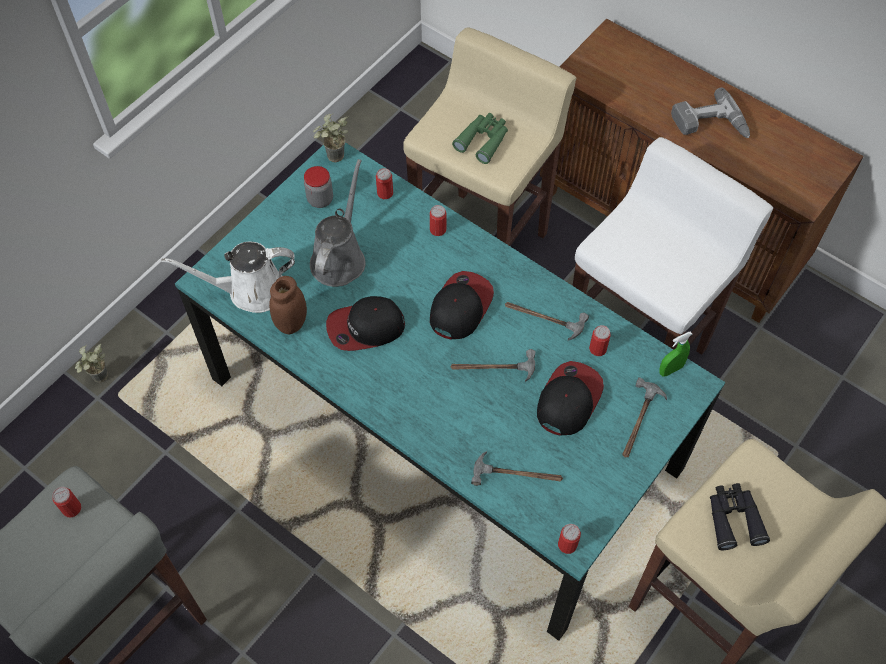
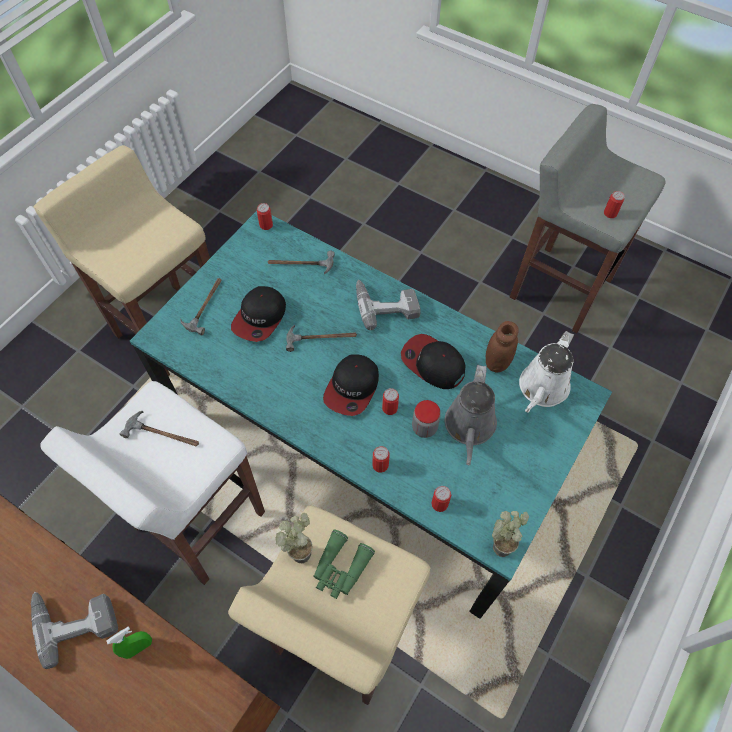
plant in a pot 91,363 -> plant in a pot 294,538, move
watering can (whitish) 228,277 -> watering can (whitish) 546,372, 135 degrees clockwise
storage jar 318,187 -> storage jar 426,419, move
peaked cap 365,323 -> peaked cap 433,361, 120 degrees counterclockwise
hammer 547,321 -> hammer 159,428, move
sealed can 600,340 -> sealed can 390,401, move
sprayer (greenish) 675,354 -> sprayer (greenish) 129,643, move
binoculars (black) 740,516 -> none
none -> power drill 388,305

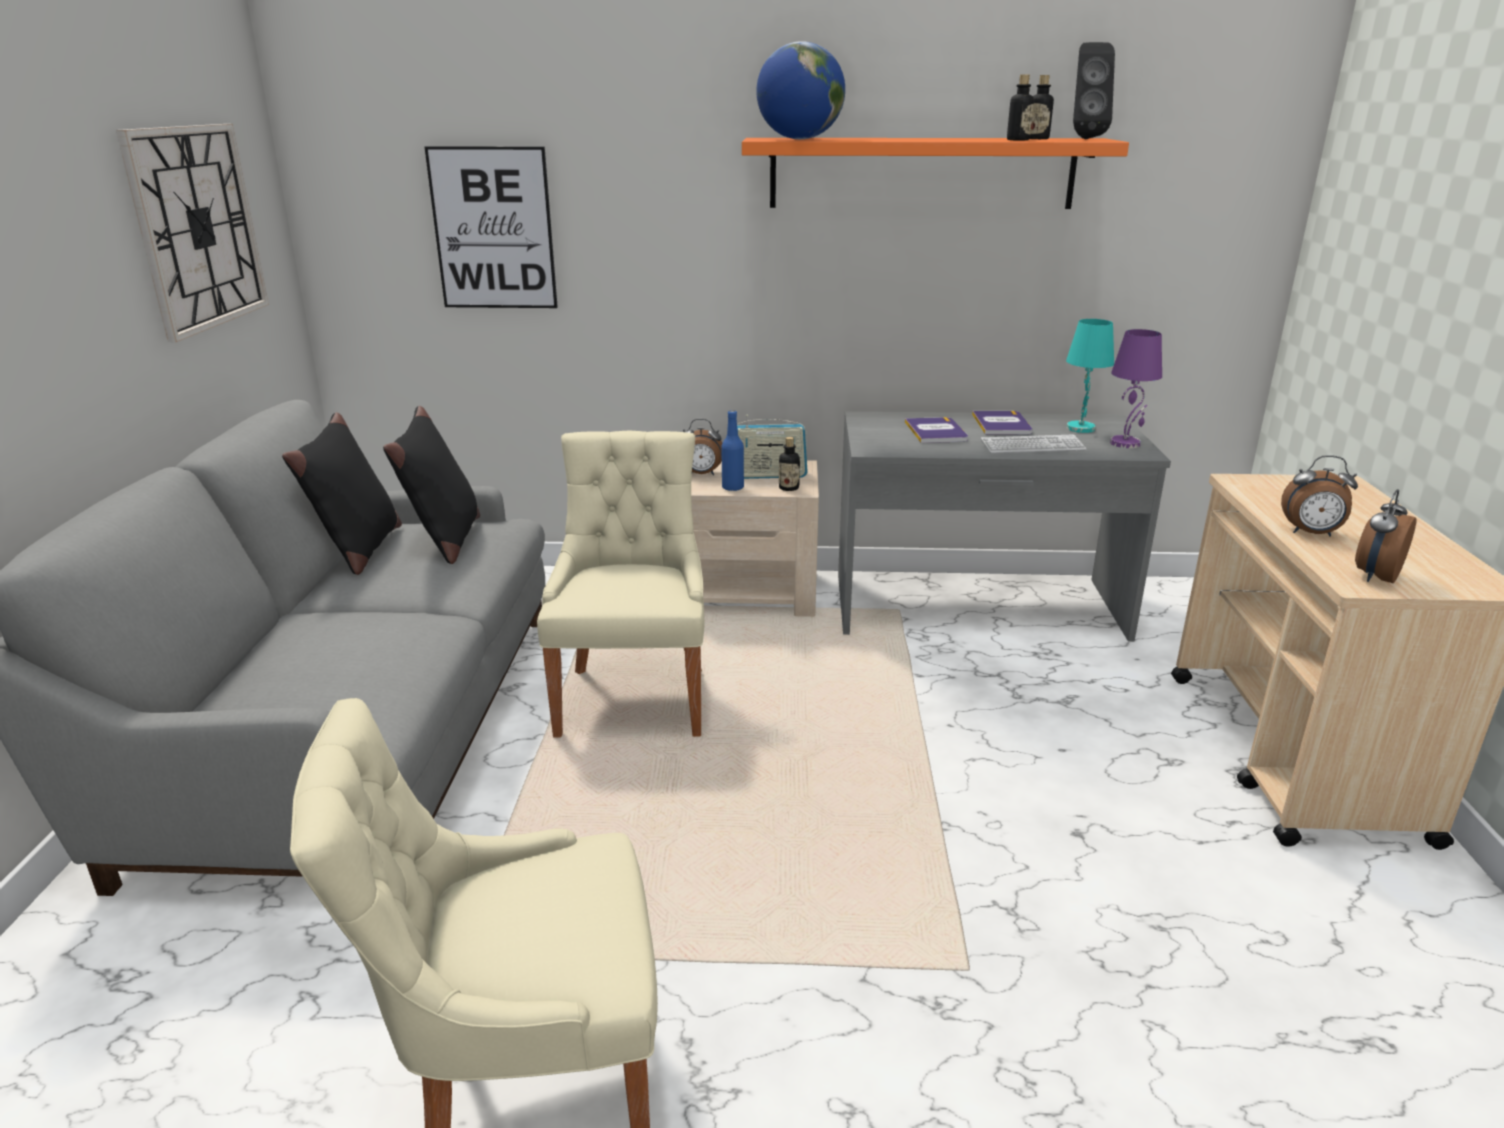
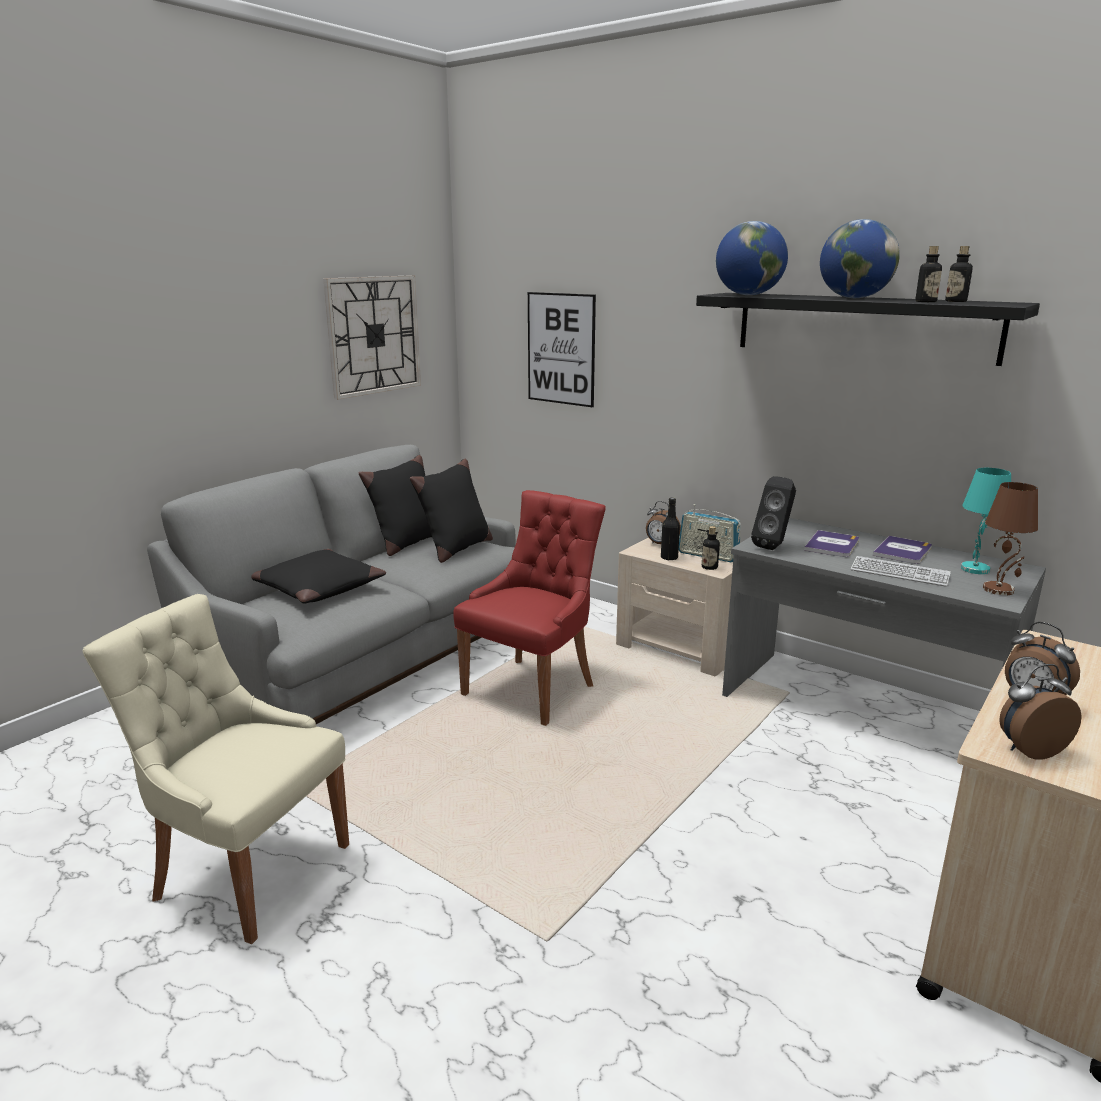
chair (beige-coloured) 621,584 -> chair (red-coloured) 529,608
drink bottle (bluish) 732,450 -> drink bottle (black) 670,529
wall shelf (orangey) 935,173 -> wall shelf (black) 868,329
speaker (black) 1094,90 -> speaker (black) 773,513, move
tabletop lamp (purple) 1136,388 -> tabletop lamp (brownish) 1010,539
none -> cushion (black) 318,576
none -> globe 860,258

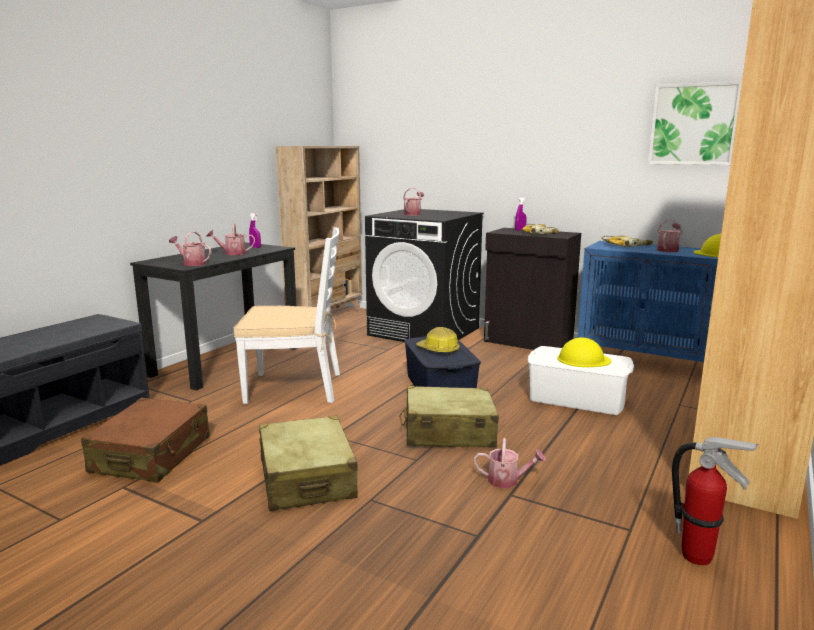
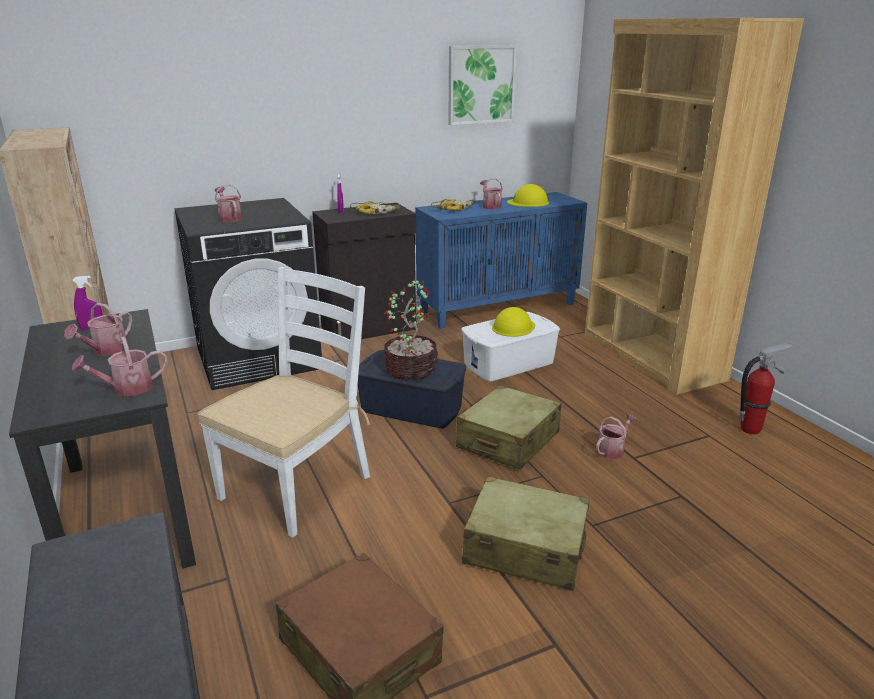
hard hat 438,340 -> plant in a pot 411,330

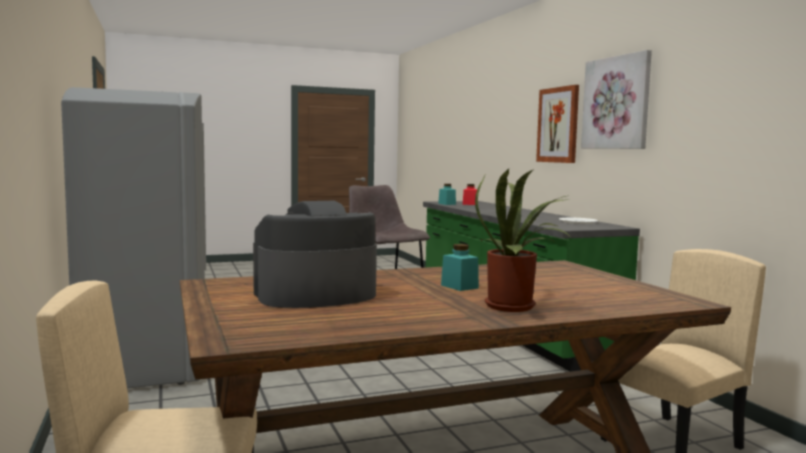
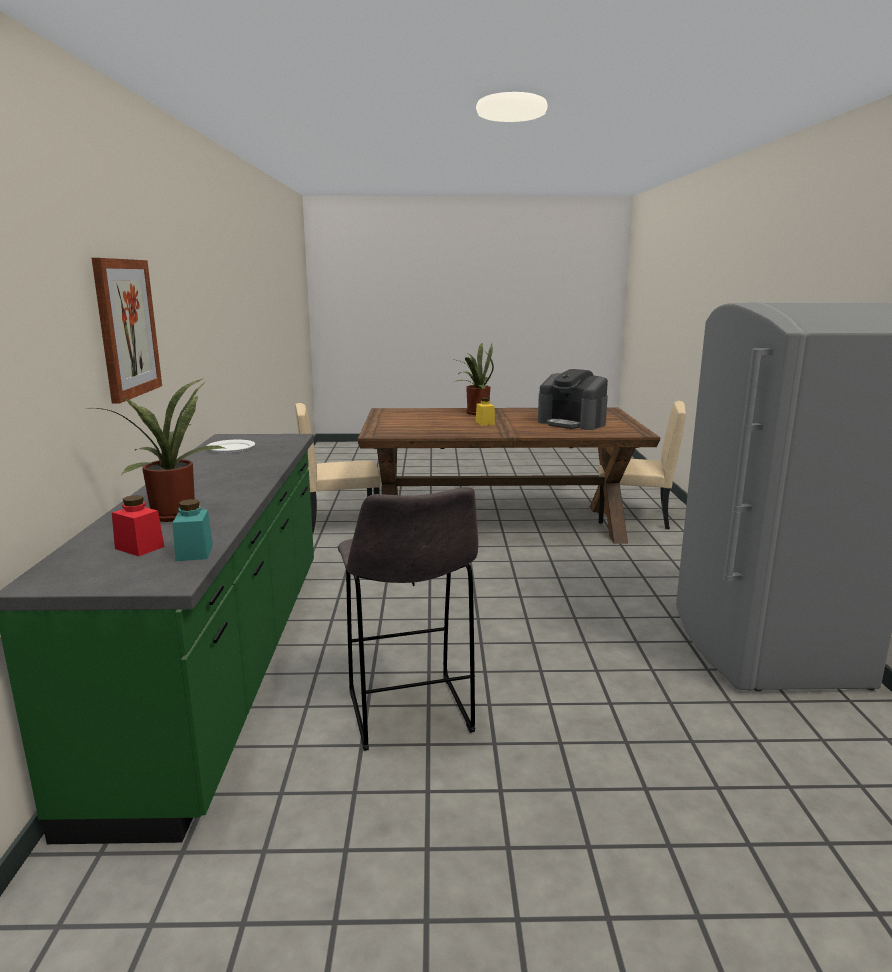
coffee maker 315,254 -> coffee maker 573,399, 45 degrees clockwise
storage jar (turquoise-coloured) 460,267 -> storage jar (yellowish) 485,411
picture 616,99 -> none
none -> plant in a pot 159,450

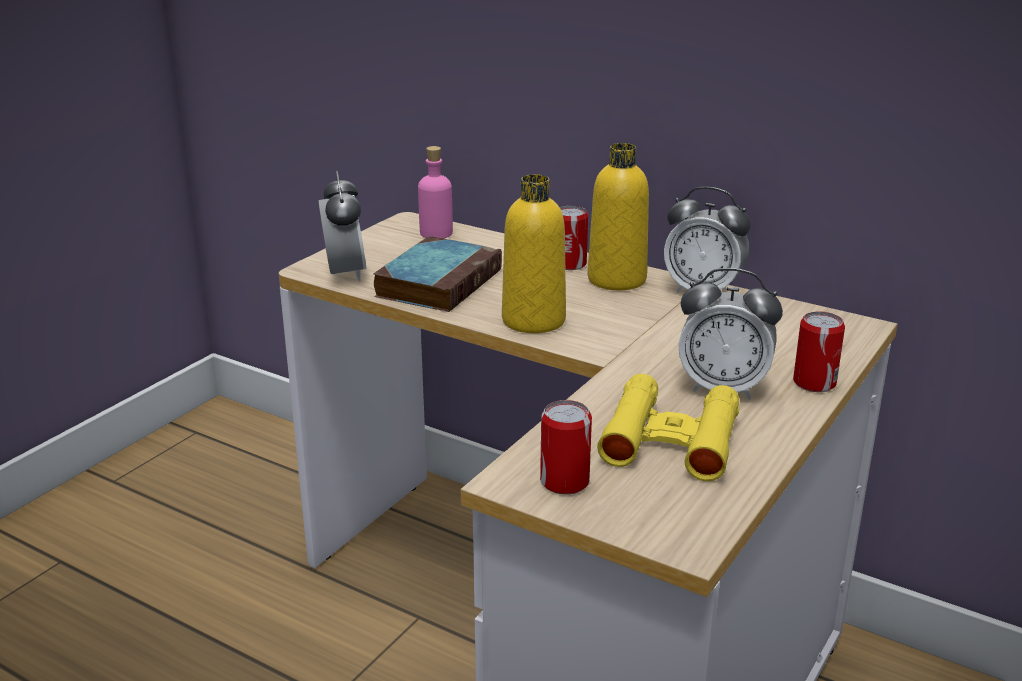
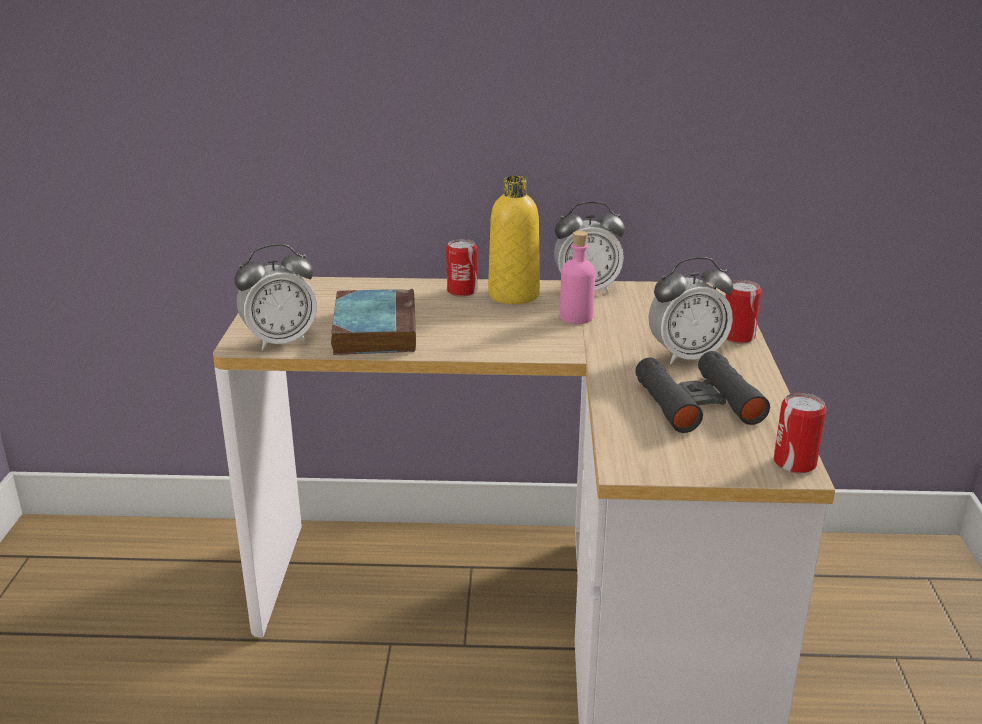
table clock 342,225 -> table clock 275,297, 105 degrees clockwise
drink bottle (pink) 435,192 -> drink bottle (pink) 577,277, move
drink bottle (yellowish) 534,253 -> none
sealed can 566,447 -> sealed can 800,433, move
binoculars (yellowish) 668,427 -> binoculars (black) 702,392

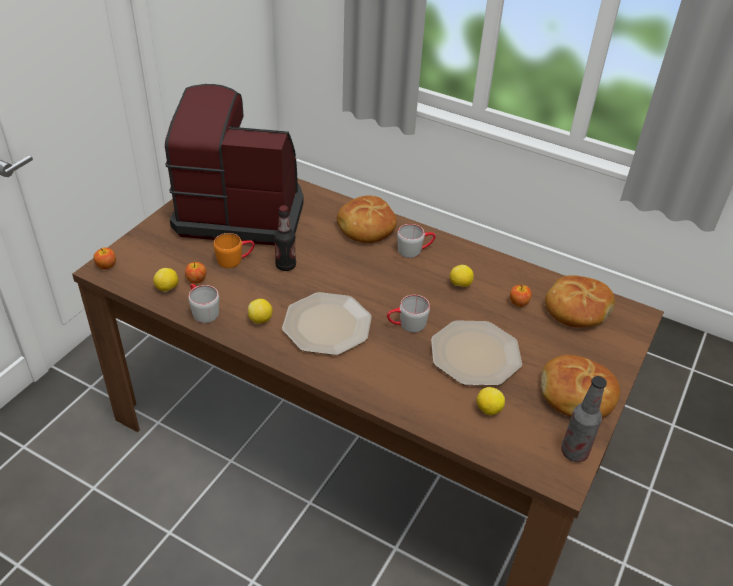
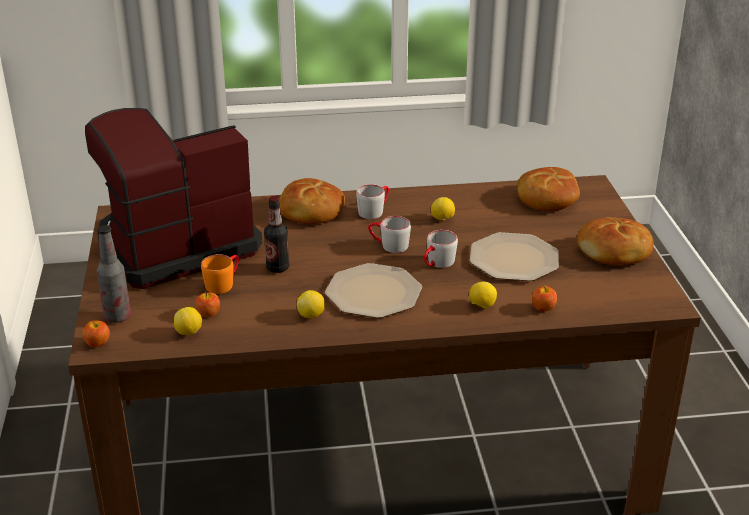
coffee mug (gray) 203,303 -> coffee mug (gray) 389,234, move
lemon 490,401 -> lemon 483,295, move
apple fruit 521,296 -> apple fruit 544,298, move
drink bottle 584,419 -> drink bottle 114,274, move

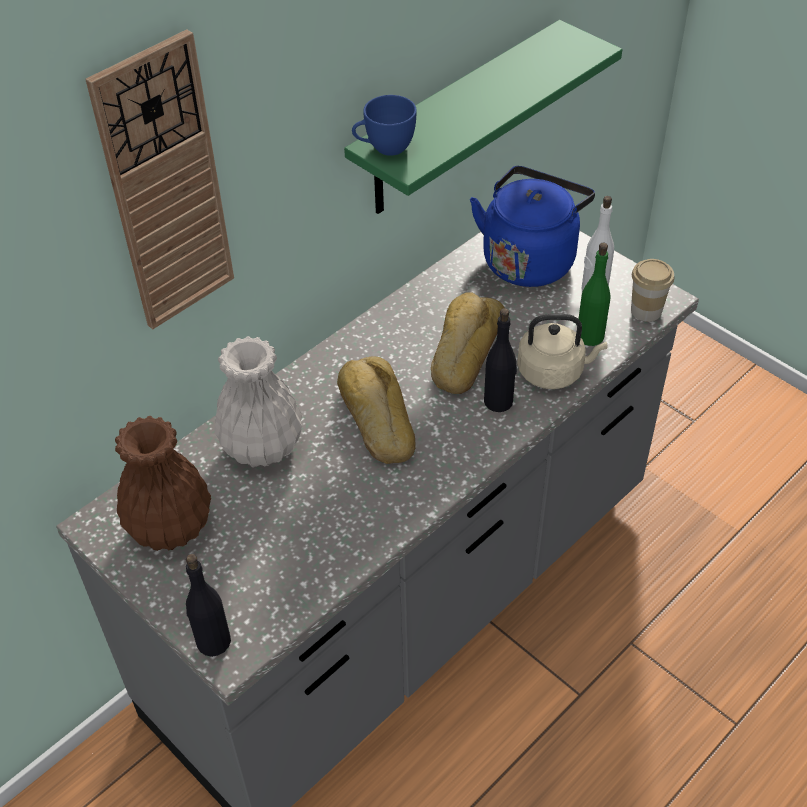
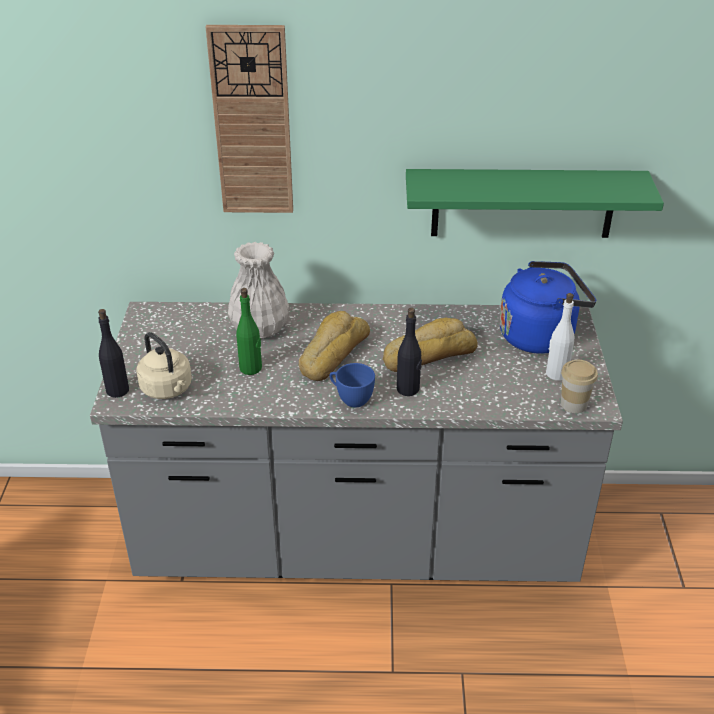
vase (brownish) 163,483 -> none
drinking cup (bluish) 384,125 -> drinking cup (bluish) 352,385, move
tea kettle (beige-coloured) 562,351 -> tea kettle (beige-coloured) 164,365, move
drink bottle (greenish) 594,294 -> drink bottle (greenish) 249,331, move

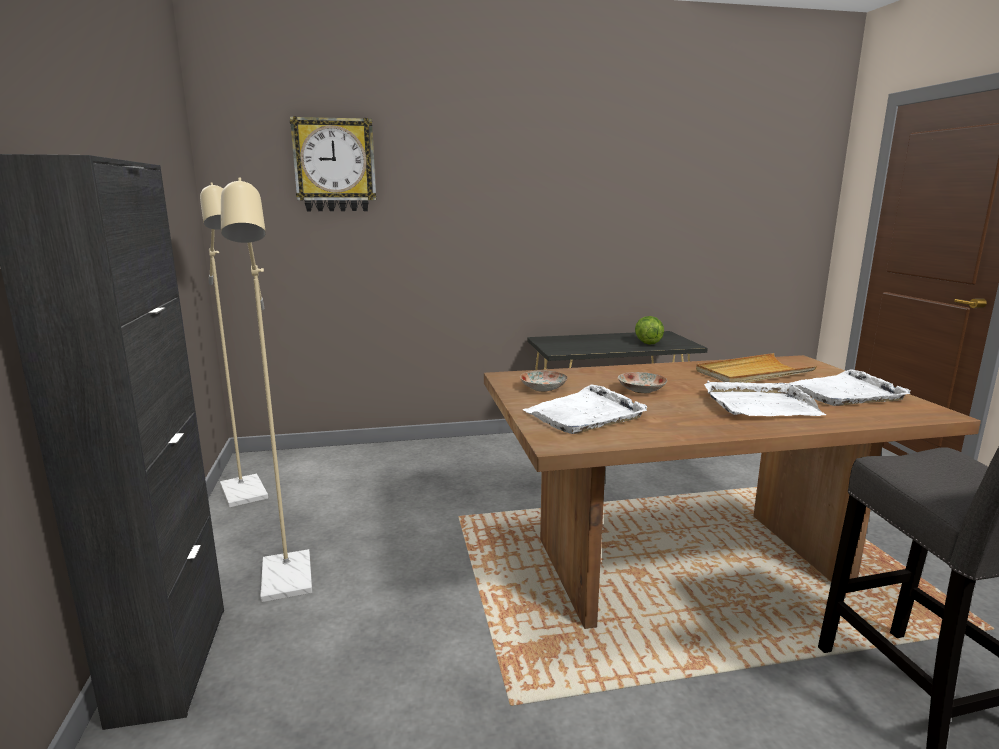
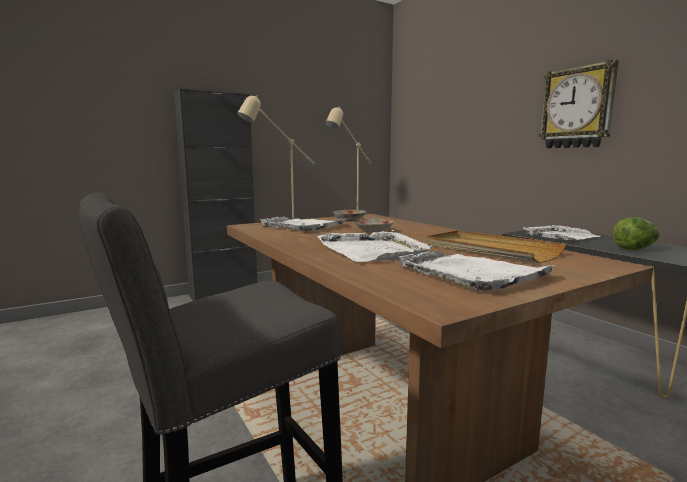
wall clock 333,163 -> wall clock 579,104, move
none -> tray (whitish) 562,232

